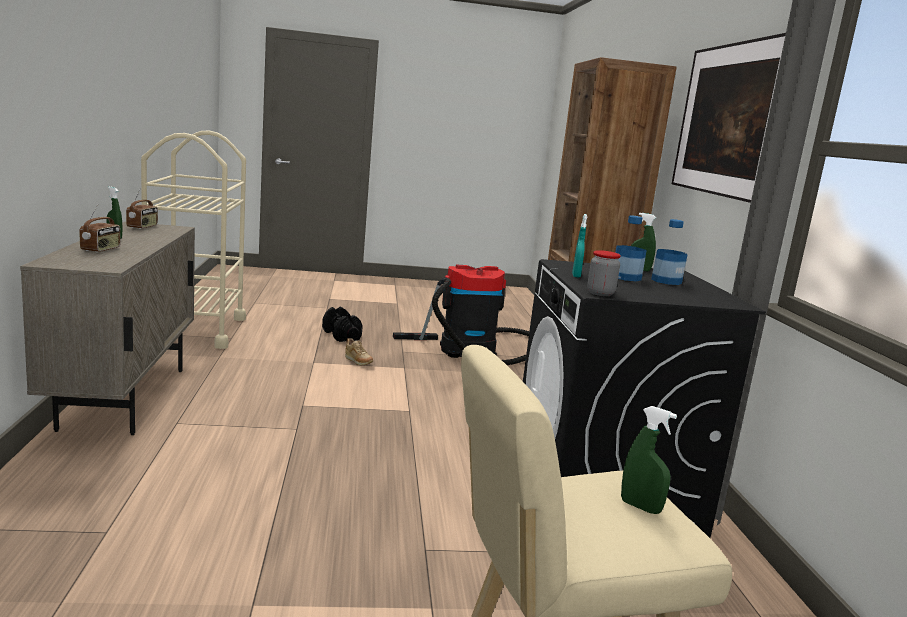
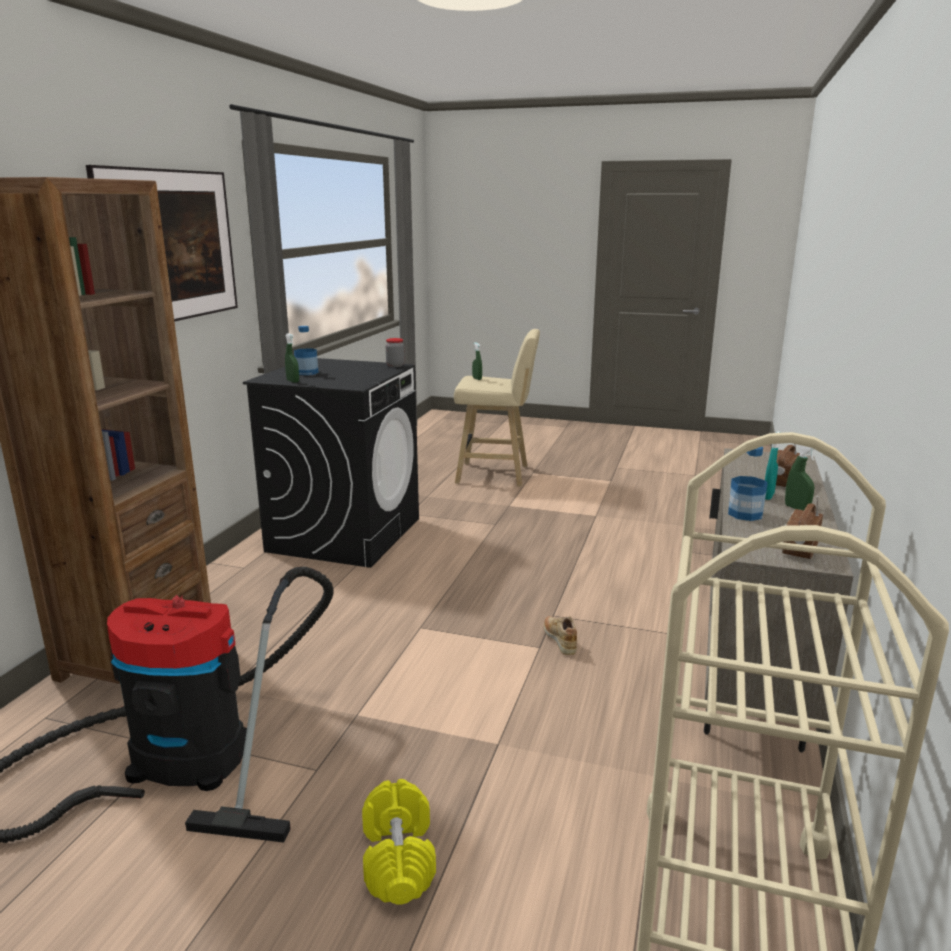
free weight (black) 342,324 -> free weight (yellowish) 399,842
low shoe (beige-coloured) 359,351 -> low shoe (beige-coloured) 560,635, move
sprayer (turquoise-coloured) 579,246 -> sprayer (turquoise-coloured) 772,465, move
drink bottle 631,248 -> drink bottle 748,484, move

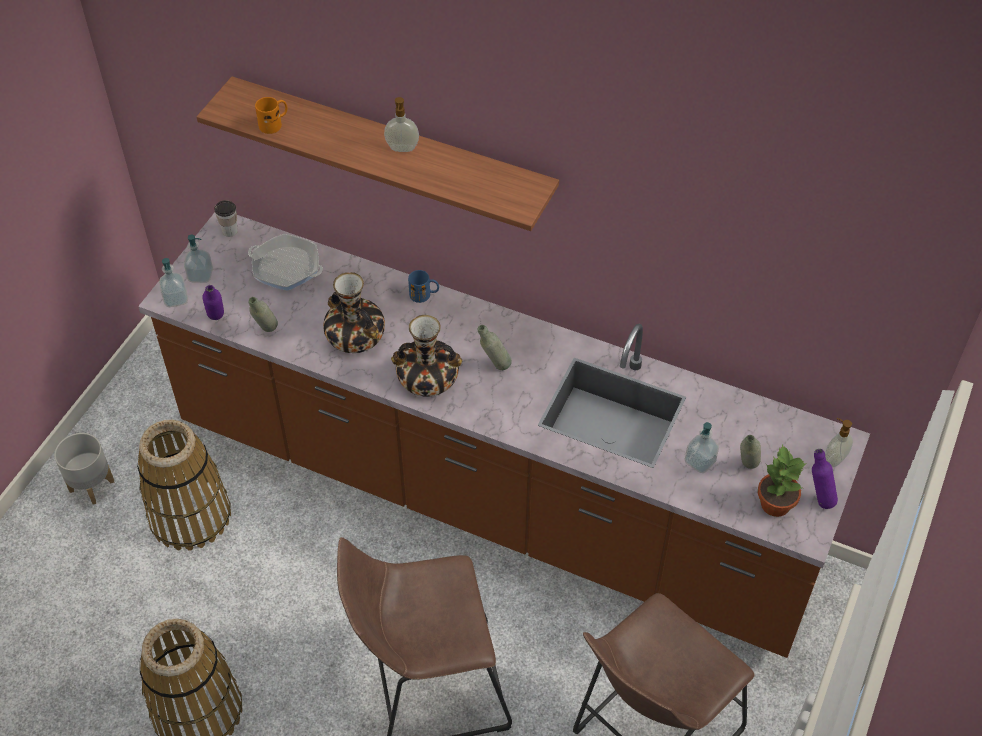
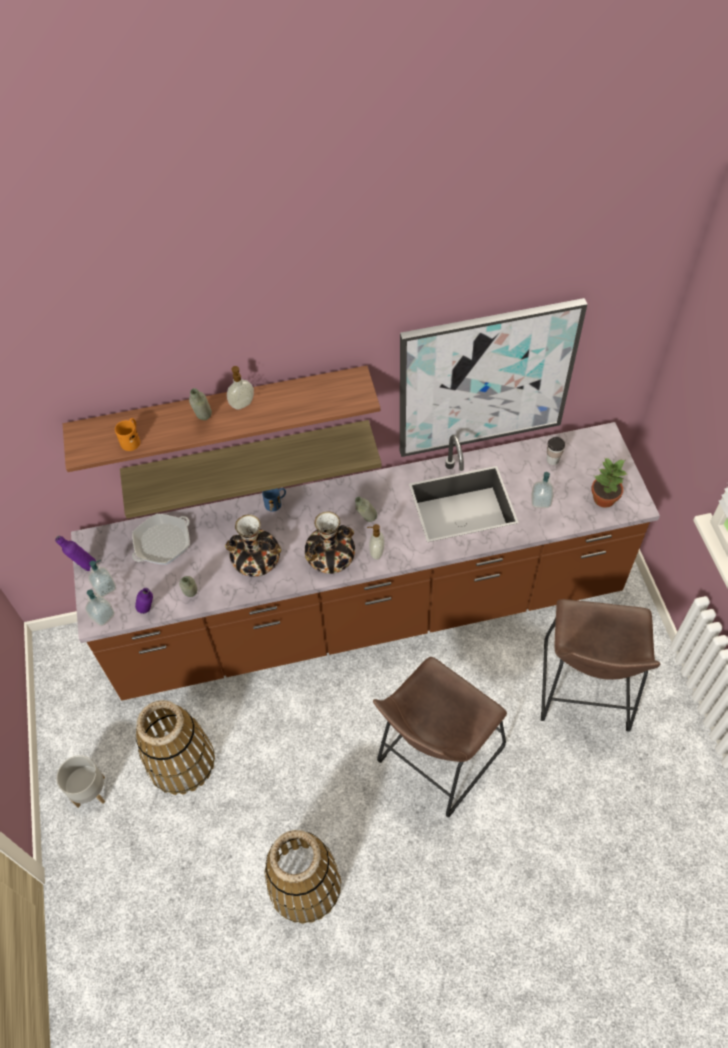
drinking cup 226,218 -> drinking cup 556,451, move
frying pan 285,262 -> frying pan 161,539, 150 degrees clockwise
drink bottle (gray) 750,452 -> drink bottle (gray) 200,404, move
drink bottle (purple) 825,479 -> drink bottle (purple) 75,553, move
liquid soap bottle 839,442 -> liquid soap bottle 376,542, move
none -> wall shelf 251,469
none -> picture 493,377

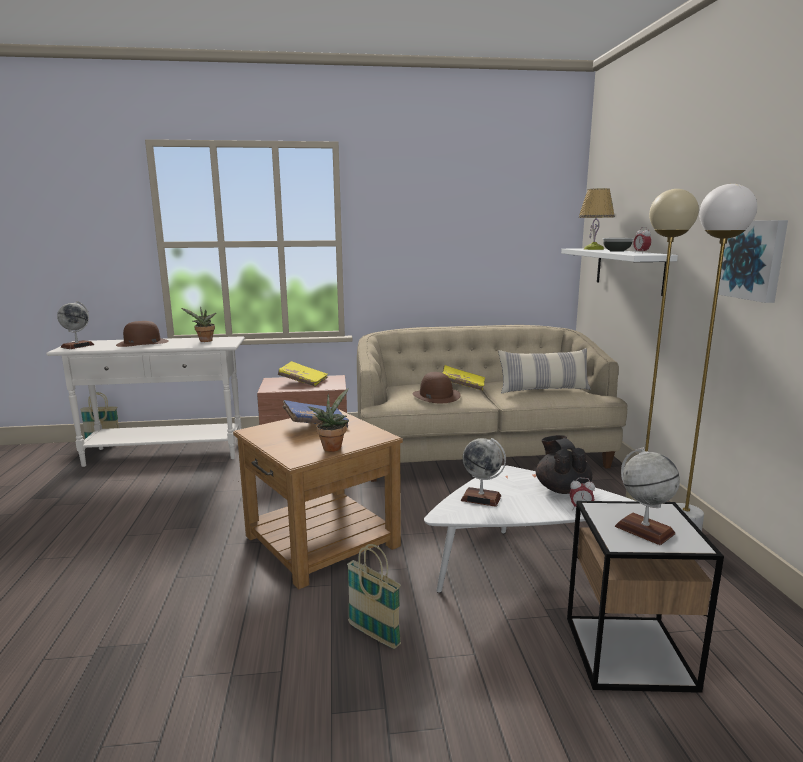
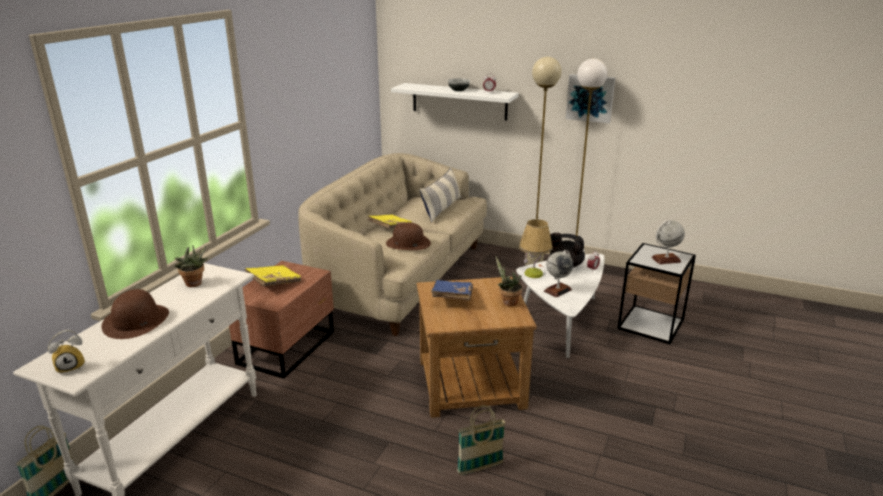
globe 75,325 -> table clock 66,352
basket 374,596 -> basket 481,440, move
tabletop lamp 597,219 -> tabletop lamp 536,248, move

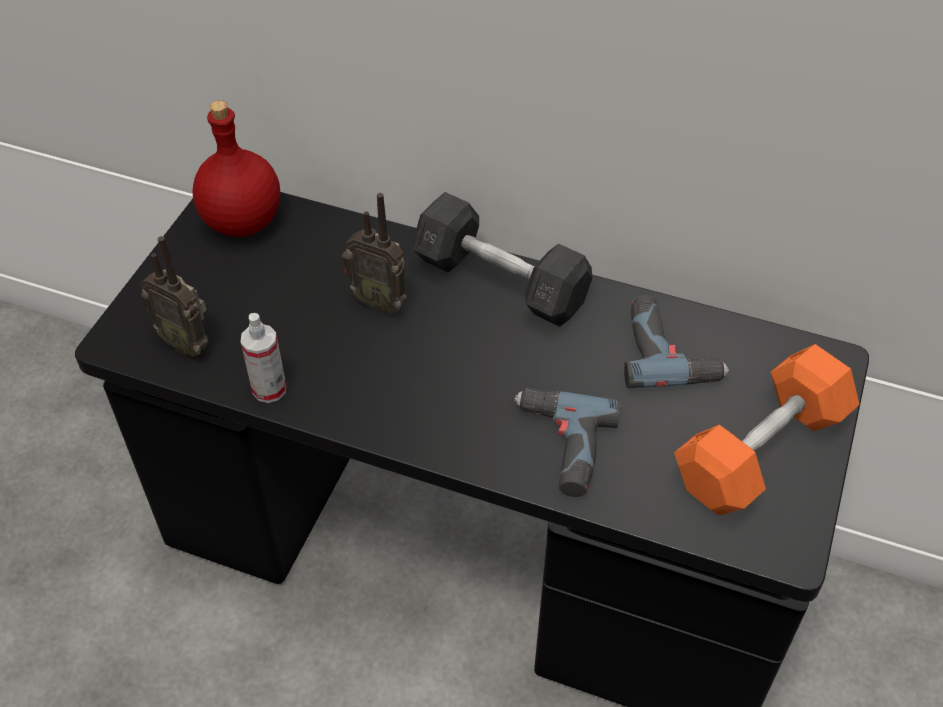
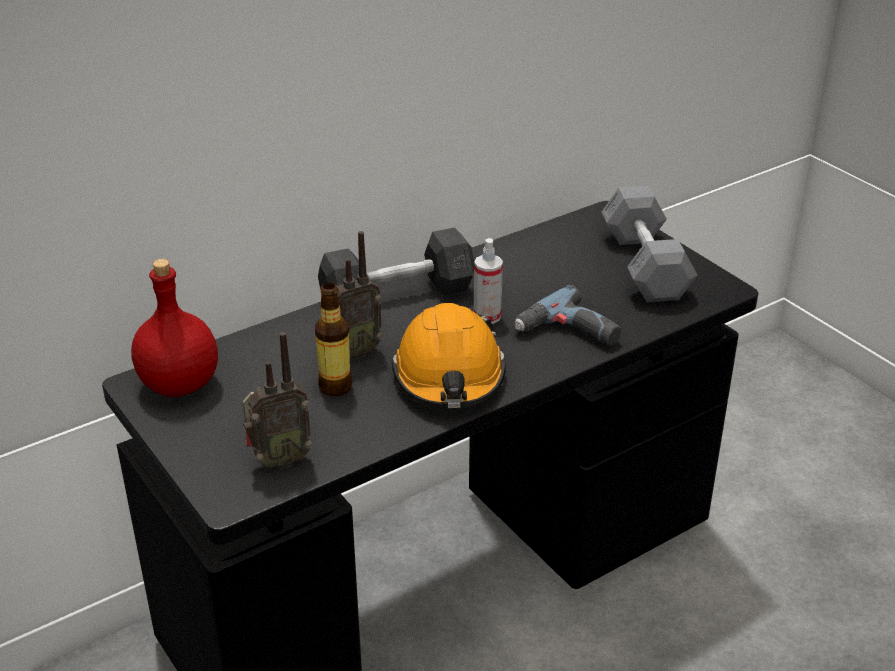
sprayer 263,358 -> sprayer 488,281, move
power drill 676,341 -> none
free weight (orangey) 767,429 -> free weight (gray) 650,244
none -> drink bottle 333,339
none -> hard hat (orangey) 449,355

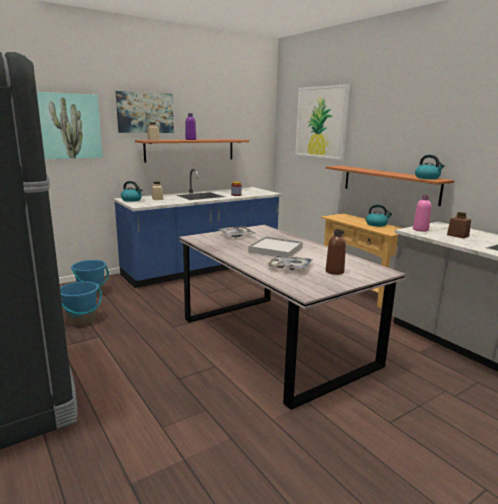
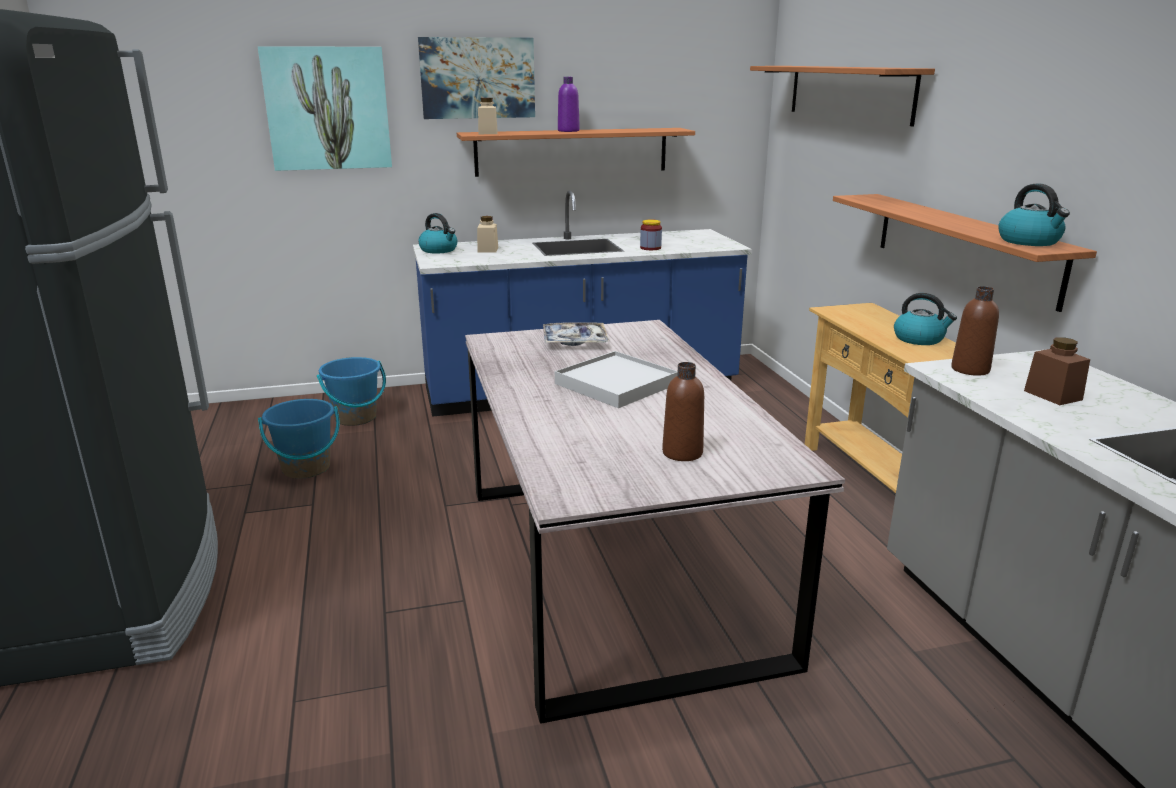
tray 289,263 -> none
picture 322,122 -> wall shelf 842,96
drink bottle (pink) 422,213 -> drink bottle (brownish) 975,331

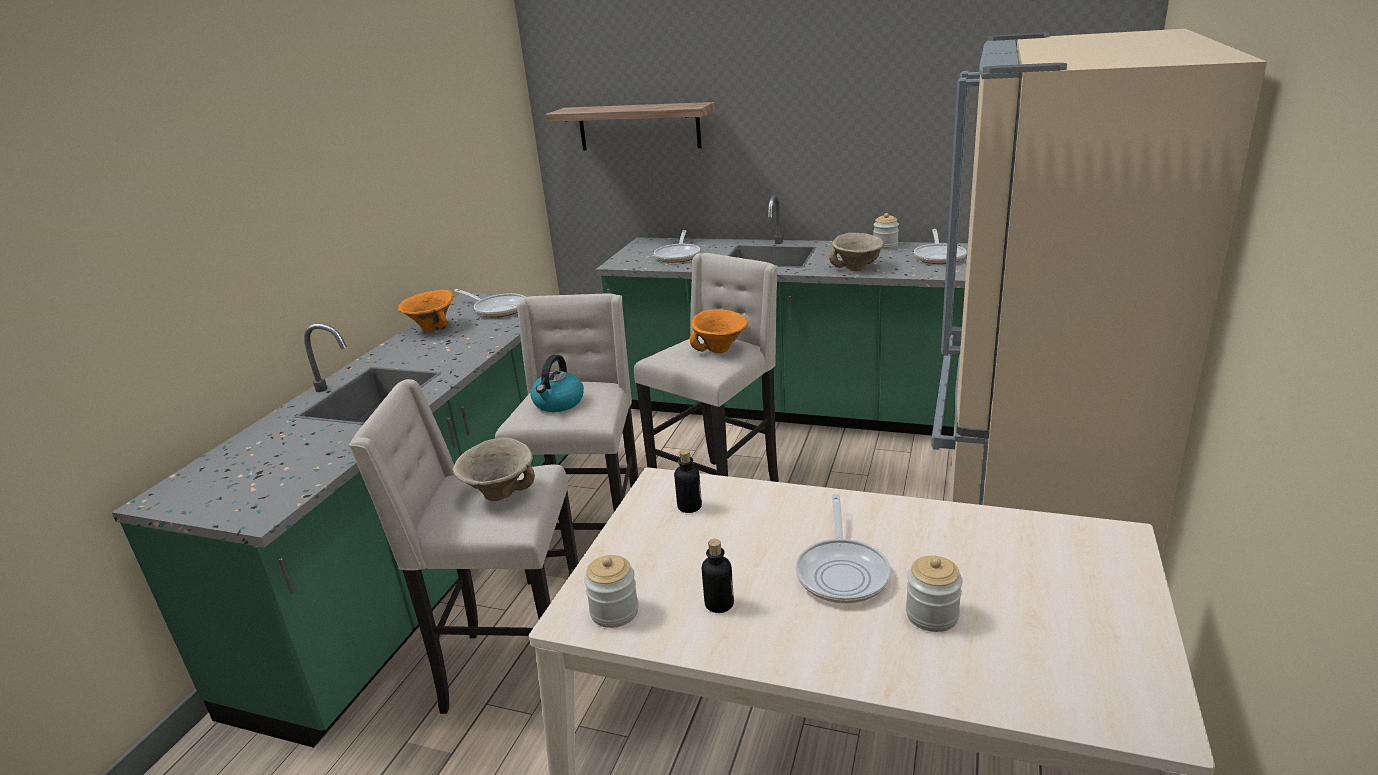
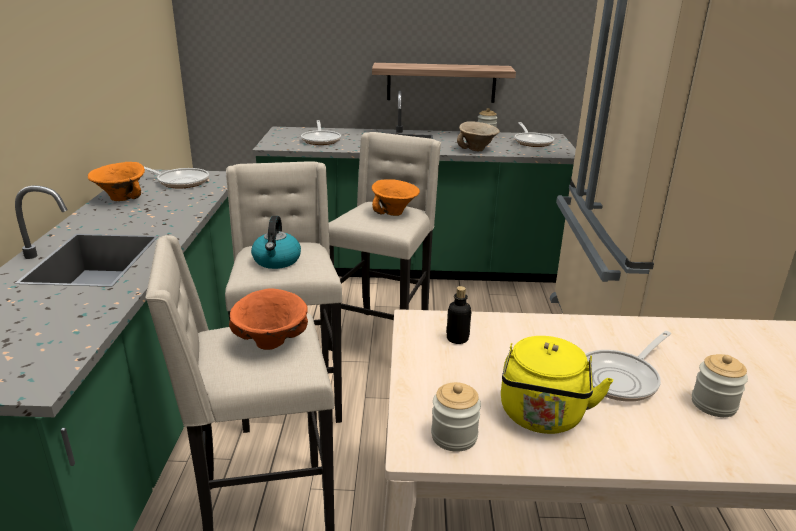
bowl (beige-coloured) 494,469 -> bowl (orangey) 268,319
wall shelf 630,126 -> wall shelf 444,83, move
drink bottle 718,576 -> tea kettle (yellowish) 557,385
frying pan 843,549 -> frying pan 628,366, 60 degrees clockwise

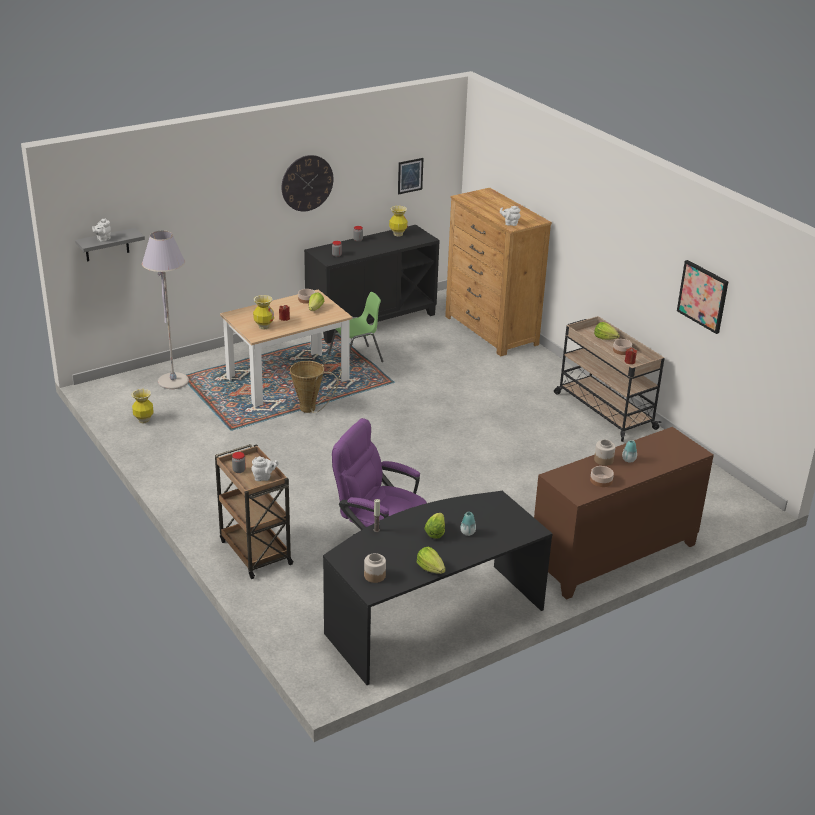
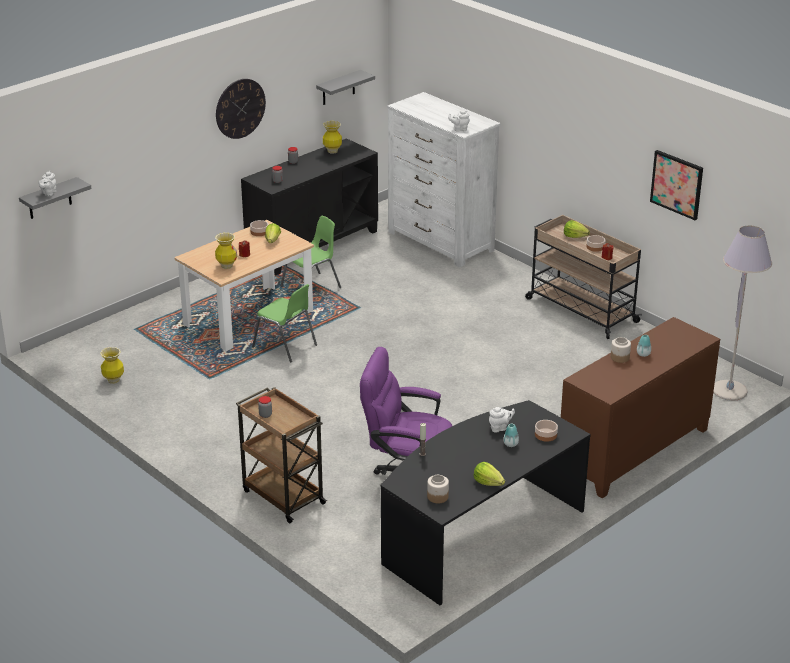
standard lamp (gray) 165,309 -> standard lamp (gray) 742,313, move
teapot (whitish) 265,468 -> teapot (whitish) 502,420, move
basket 316,386 -> chair (greenish) 284,323
picture 410,176 -> wall shelf (gray) 345,87
head of lettuce 434,525 -> none
dresser (brownish) 498,272 -> dresser (whitish) 444,180
bowl 602,476 -> bowl 546,430, move

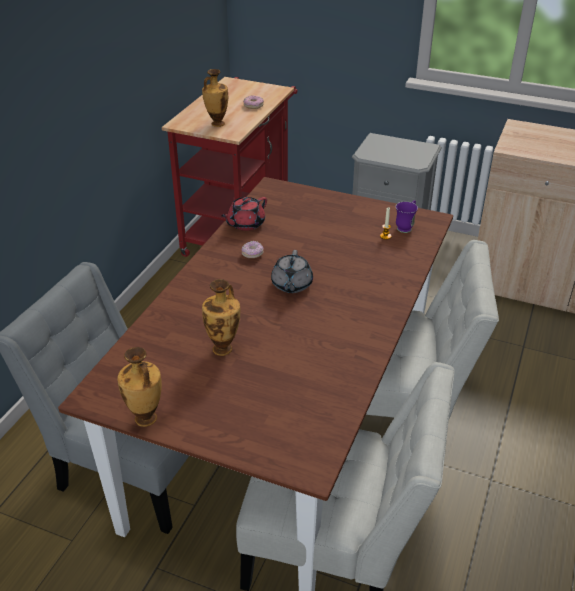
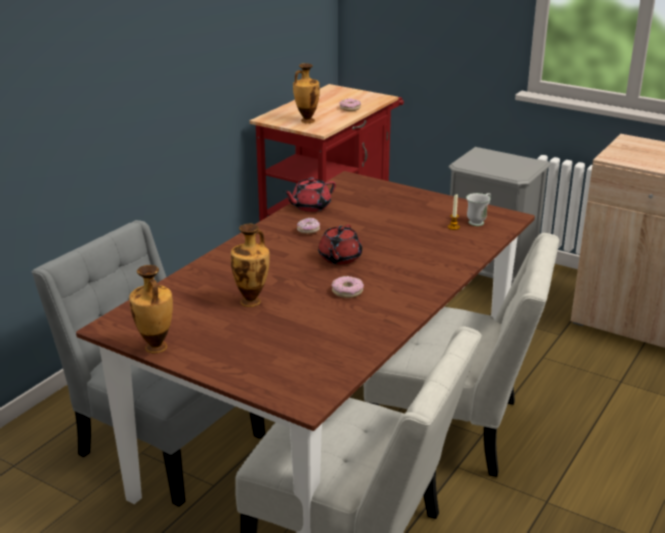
teapot (gray) 292,271 -> teapot (red-coloured) 340,244
coffee mug (purple) 407,216 -> coffee mug (whitish) 478,209
none -> donut 347,287

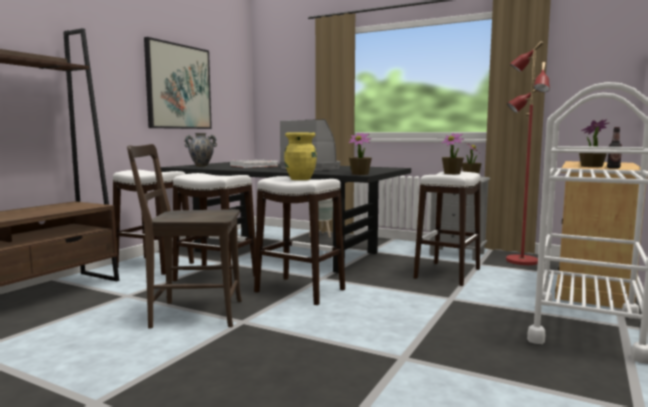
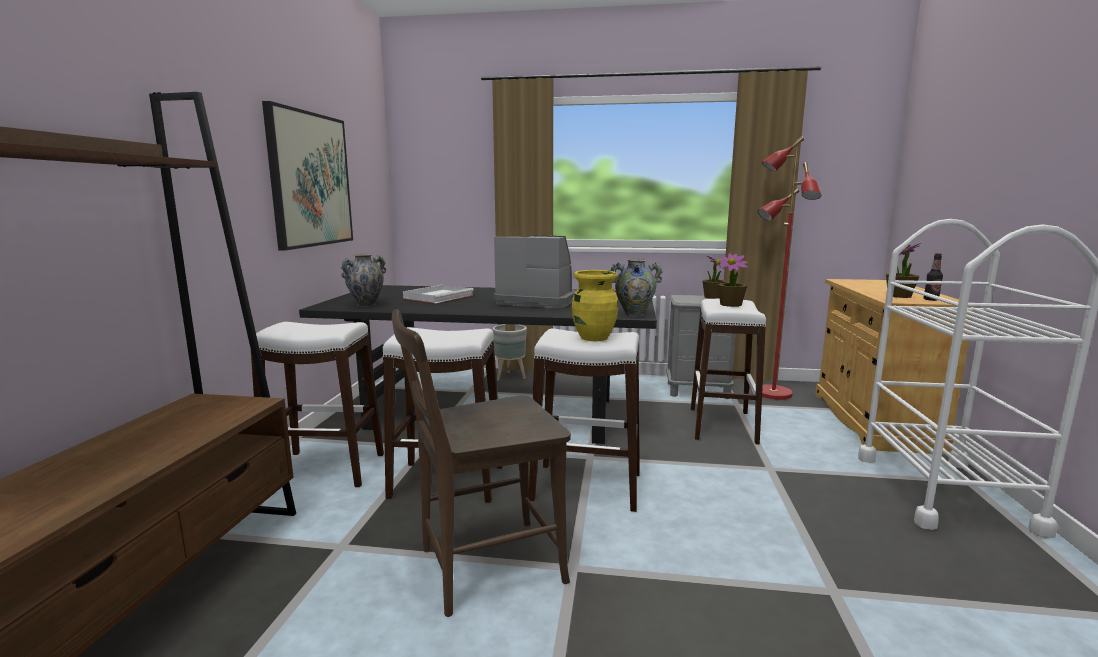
plant in a pot 360,154 -> vase 636,288

